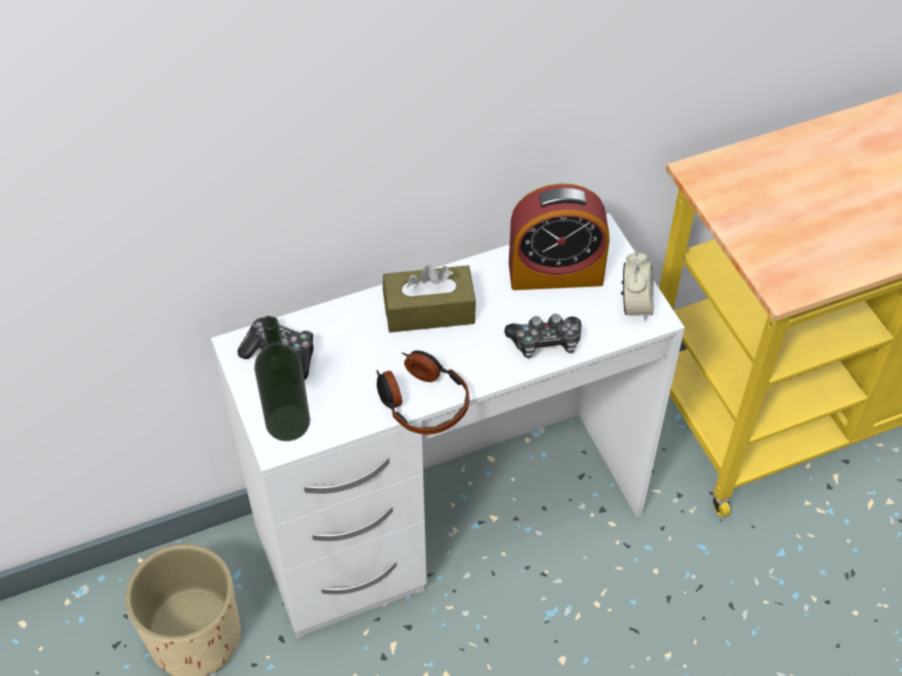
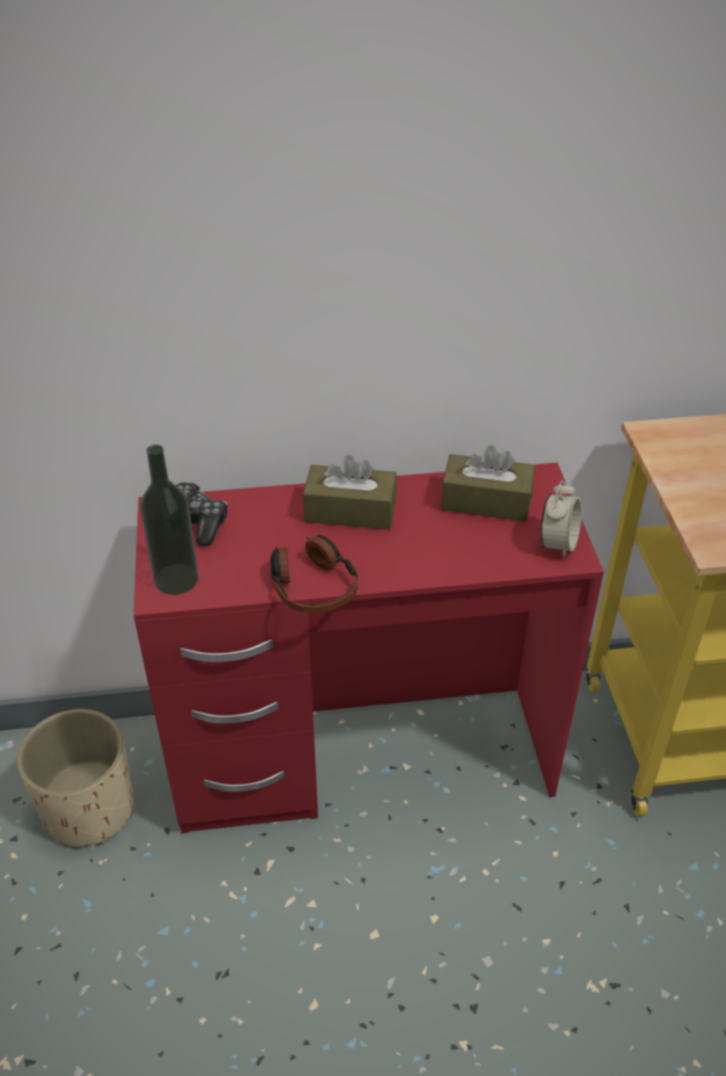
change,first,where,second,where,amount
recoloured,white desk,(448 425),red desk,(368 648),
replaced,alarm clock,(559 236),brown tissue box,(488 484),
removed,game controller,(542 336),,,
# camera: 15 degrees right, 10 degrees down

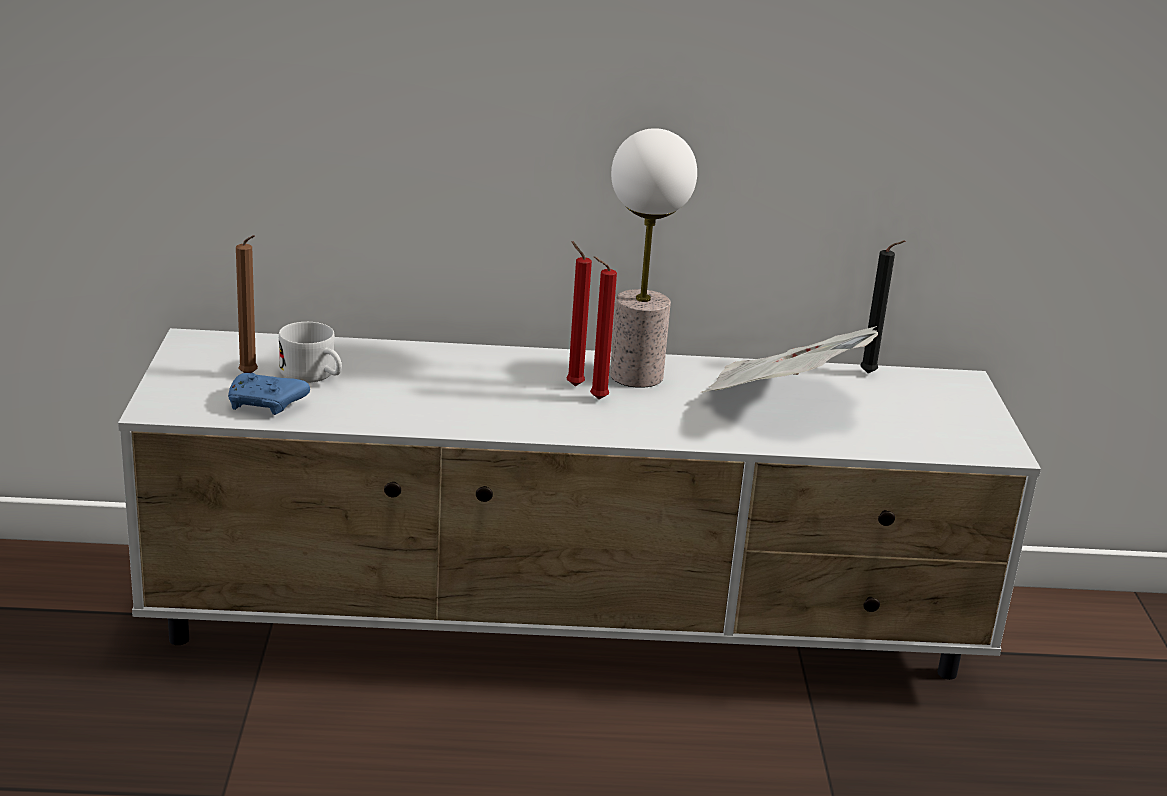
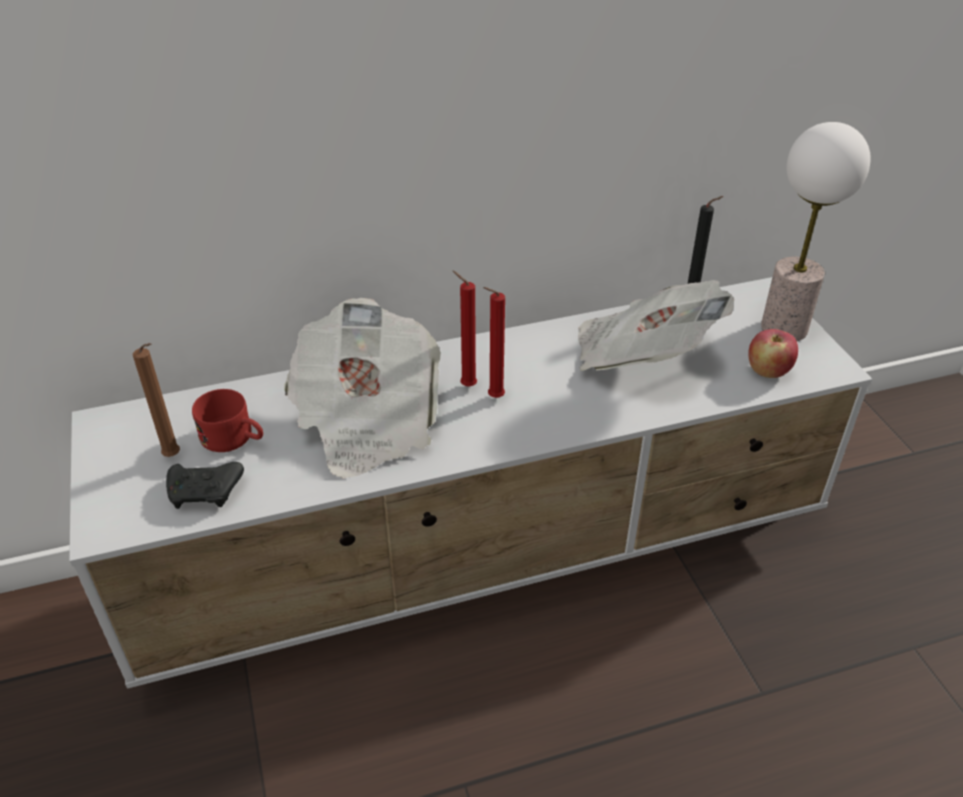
change,first,where,second,where,amount
recoloured,blue game controller,(269 394),black game controller,(205 485),
recoloured,white mug,(310 352),red mug,(227 420),
added,,,newspaper,(362 388),
added,,,apple,(773 353),
moved,table lamp,(653 258),,(816 231),
# camera: 15 degrees left, 15 degrees up

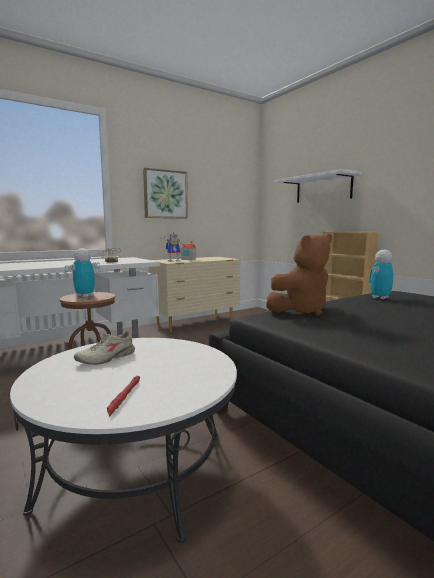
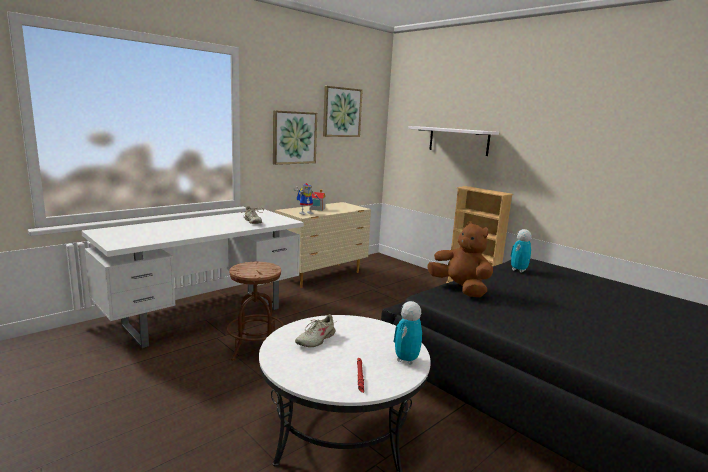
change,first,where,second,where,amount
added,,,picture,(343 111),
moved,toy robot,(82 272),,(408 333),
turned,brown plush toy,(299 274),,(460 259),90 degrees counterclockwise
# camera: 10 degrees left, 5 degrees up

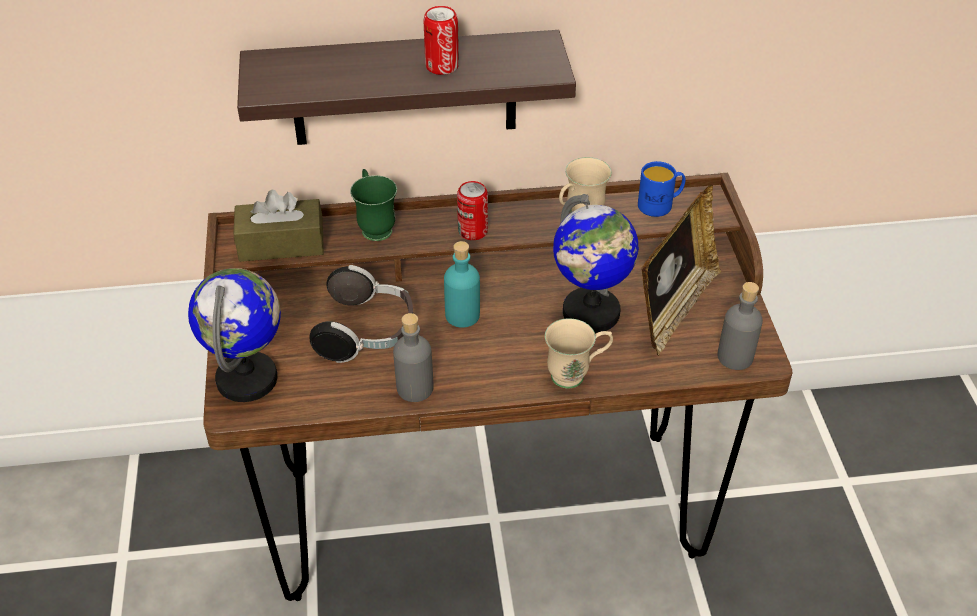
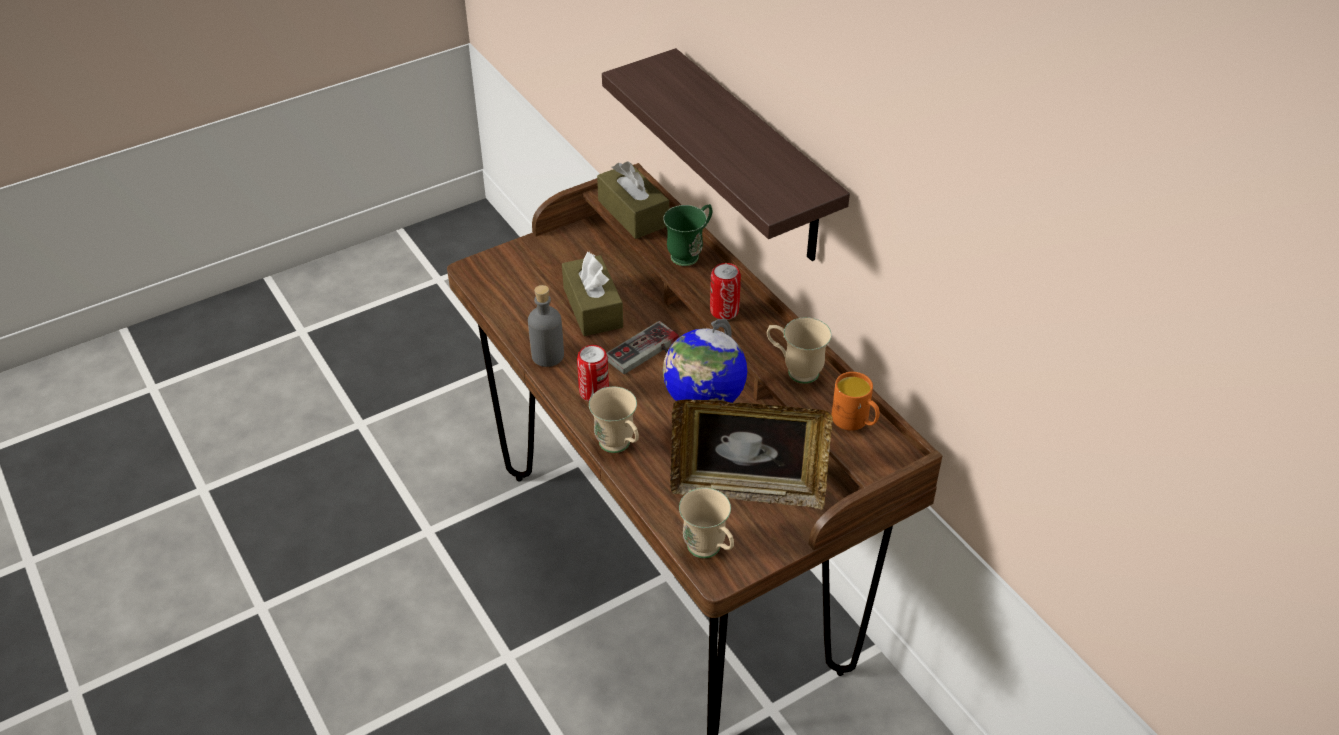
change,first,where,second,where,amount
replaced,headphones,(361 314),brown tissue box,(592 294),
moved,can,(441 40),,(593 373),
replaced,turquoise bottle,(462 284),game controller,(642 347),
replaced,grey bottle,(740 326),beige mug,(706 523),
recoloured,blue mug,(661 189),orange mug,(855 401),
removed,globe,(234 335),,,
# camera: 65 degrees right, 0 degrees up

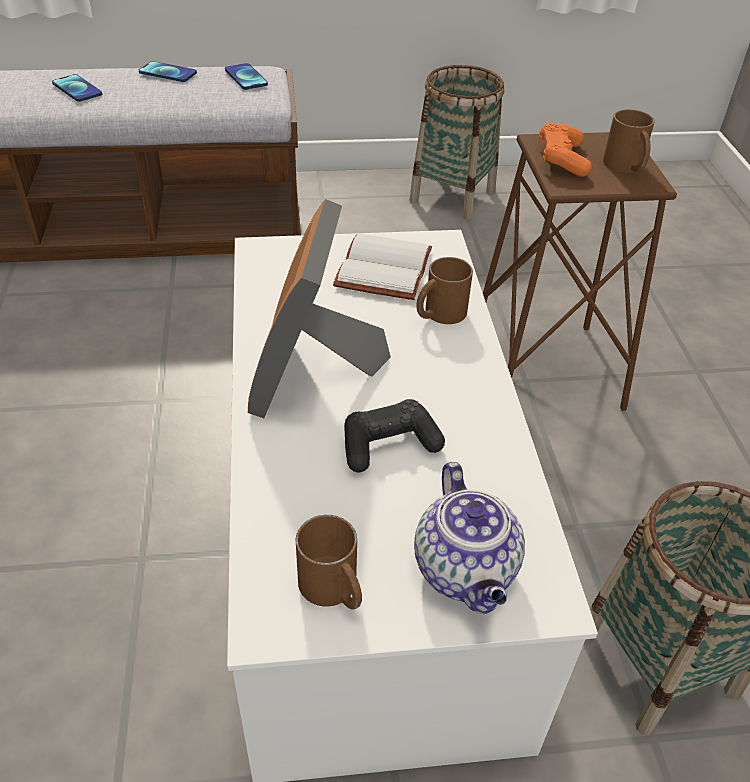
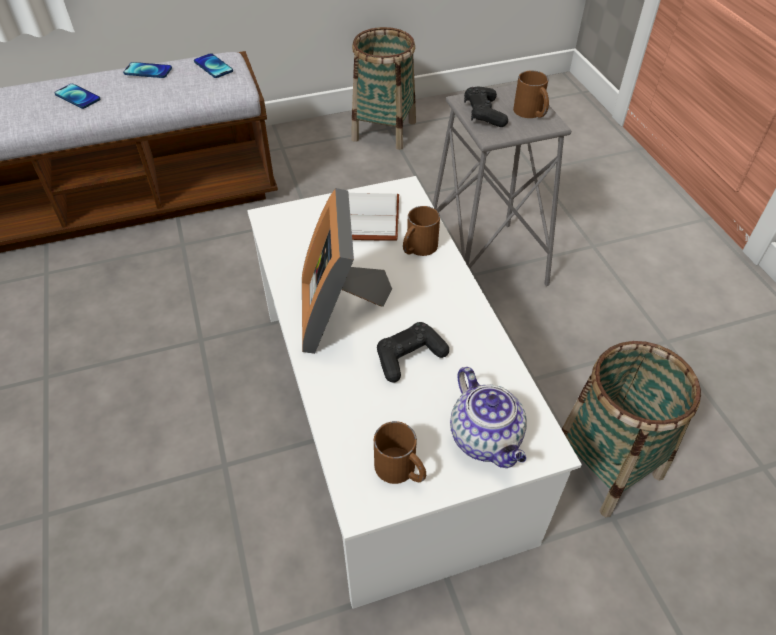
change,first,where,second,where,amount
recoloured,brown stool,(580 271),grey stool,(502 185),
recoloured,orange game controller,(565 150),black game controller,(486 107),
# camera: 10 degrees left, 5 degrees up

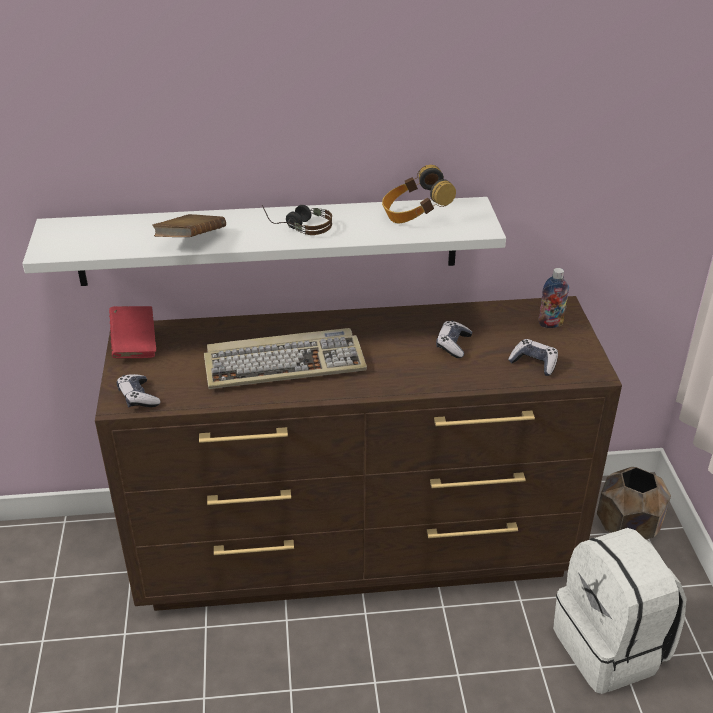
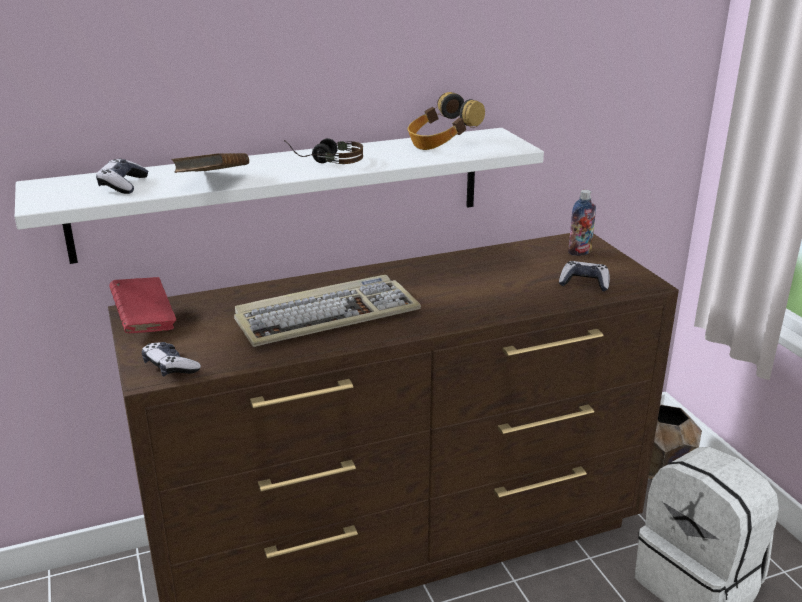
change,first,where,second,where,amount
moved,game controller,(454 339),,(122 176),
# camera: 15 degrees left, 10 degrees down

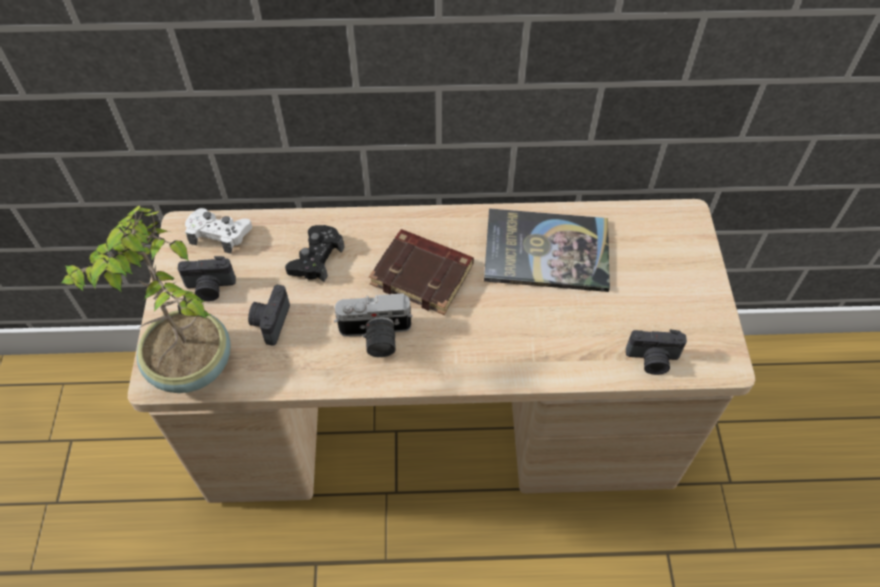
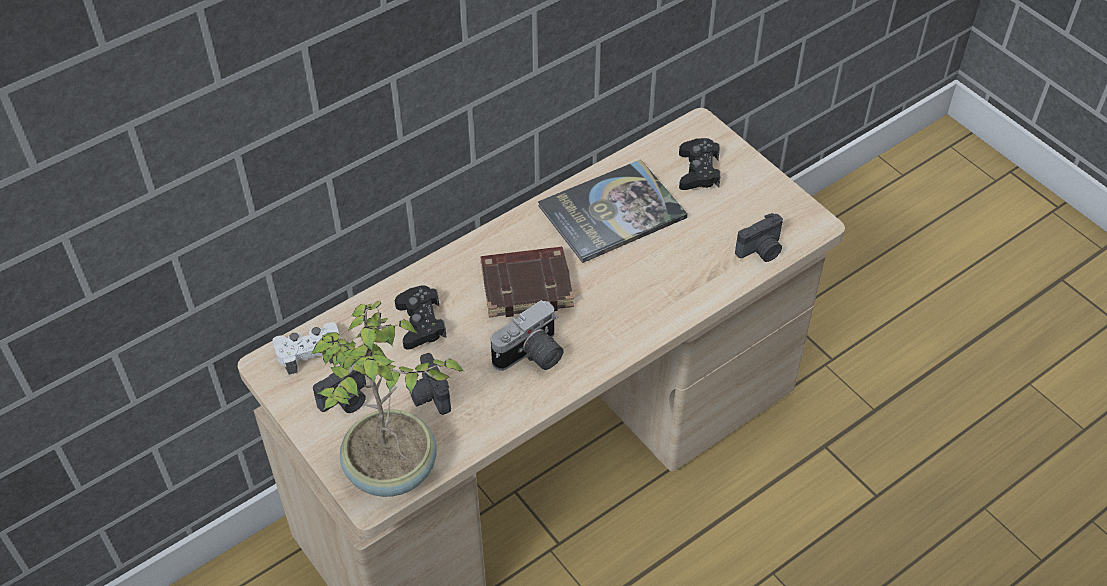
change,first,where,second,where,amount
added,,,black game controller,(700 164),
# camera: 35 degrees left, 5 degrees down

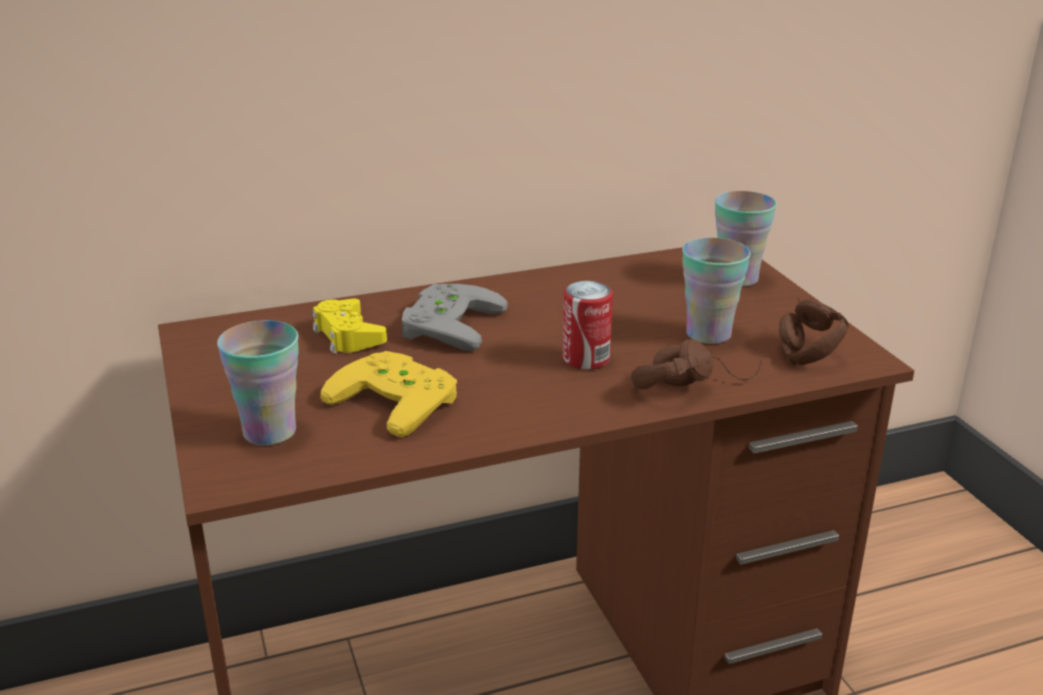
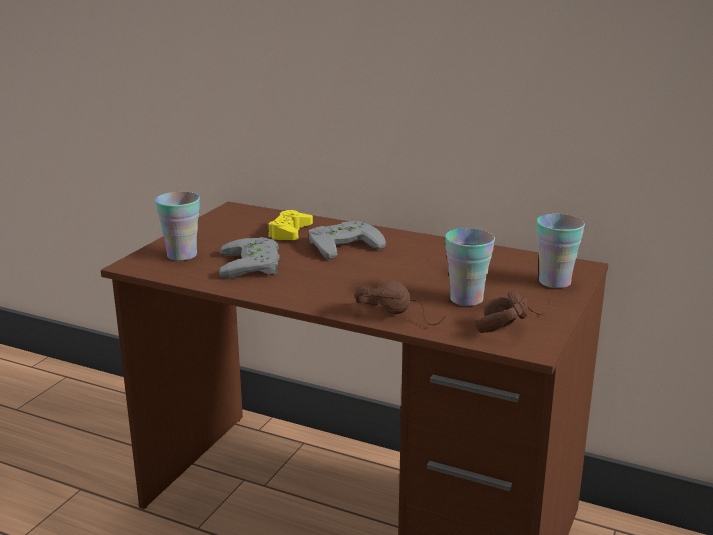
change,first,where,second,where,amount
recoloured,yellow game controller,(388 394),grey game controller,(249 258),
removed,can,(587 325),,,
# camera: 45 degrees right, 5 degrees down

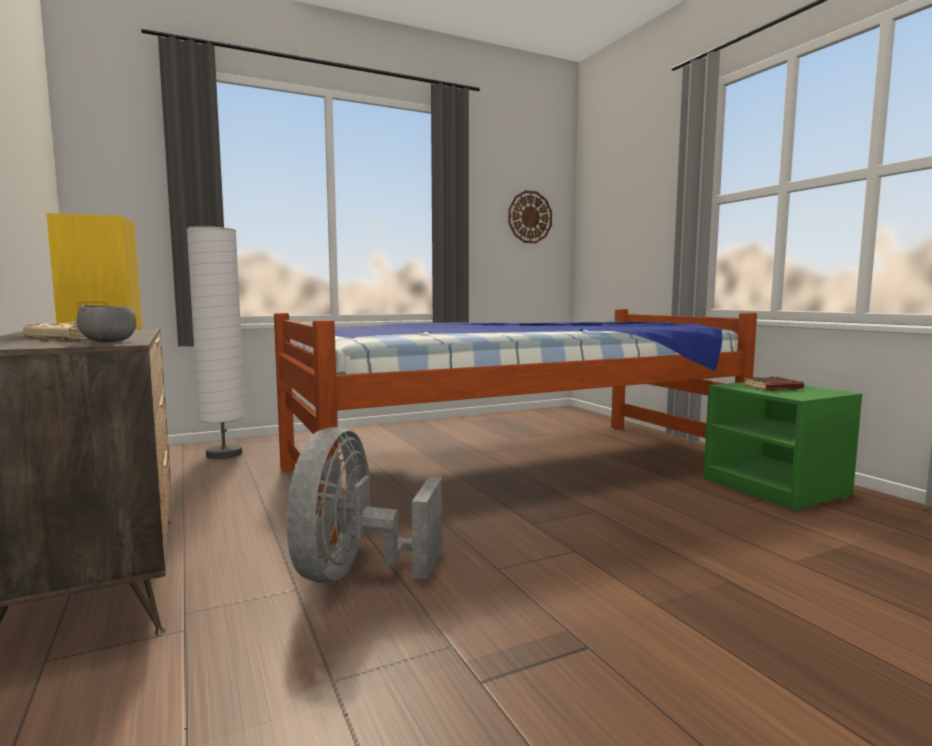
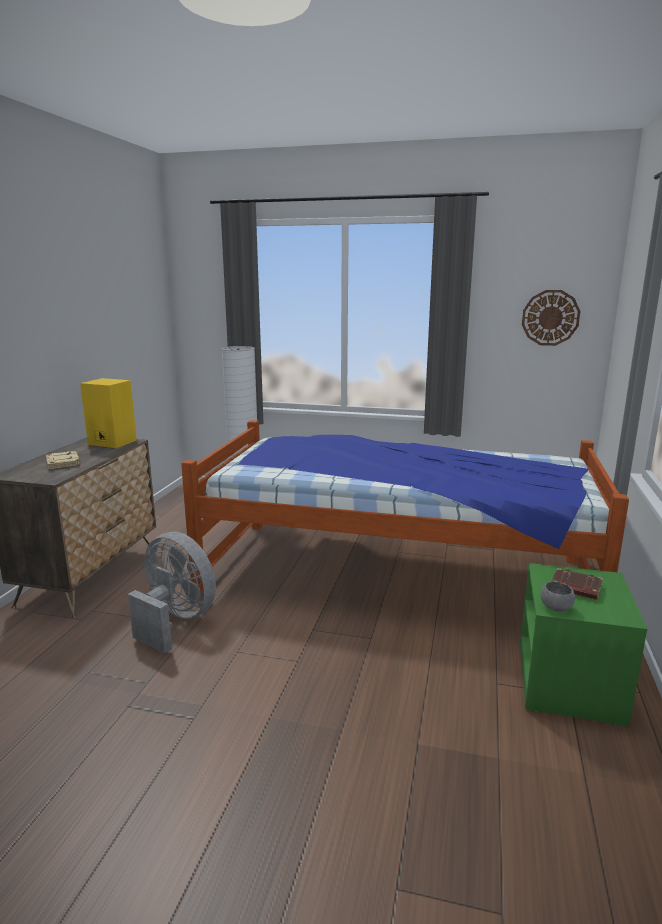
change,first,where,second,where,amount
turned,grey fan,(364 505),,(172 592),75 degrees clockwise
moved,grey bowl,(107 323),,(557 596),
# camera: 40 degrees right, 10 degrees up

